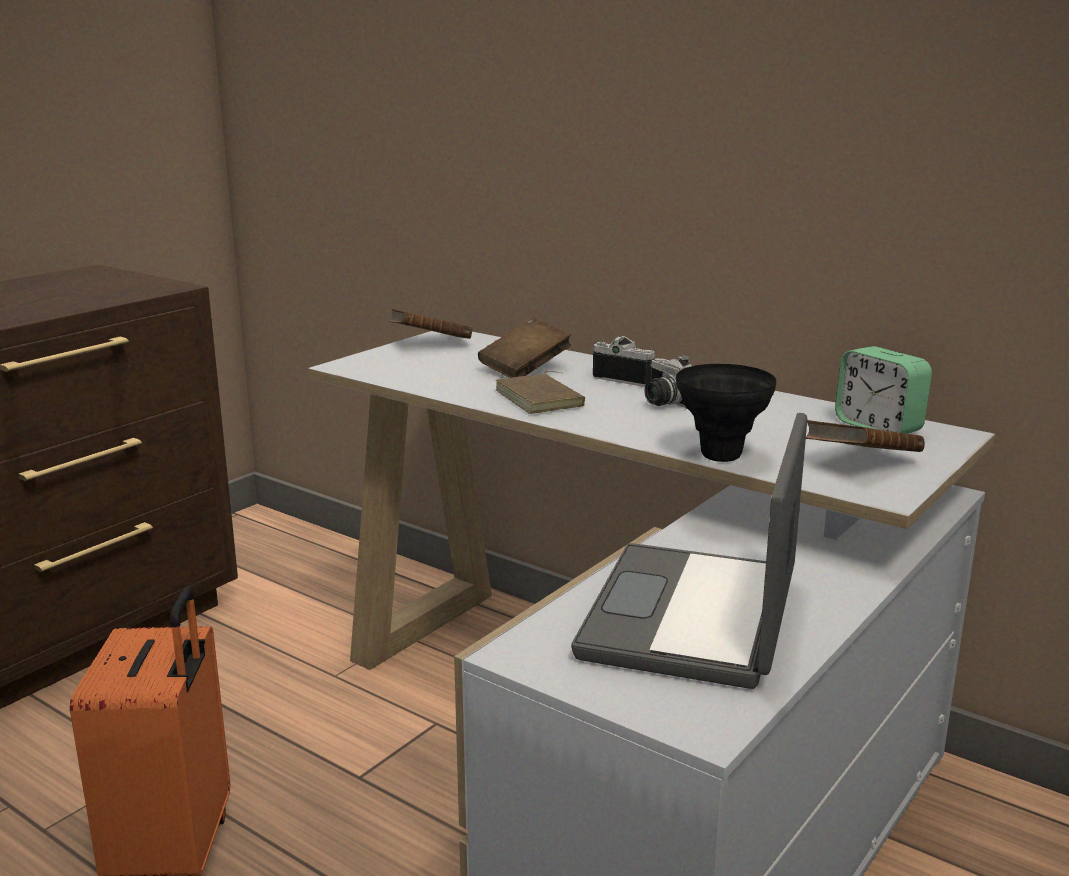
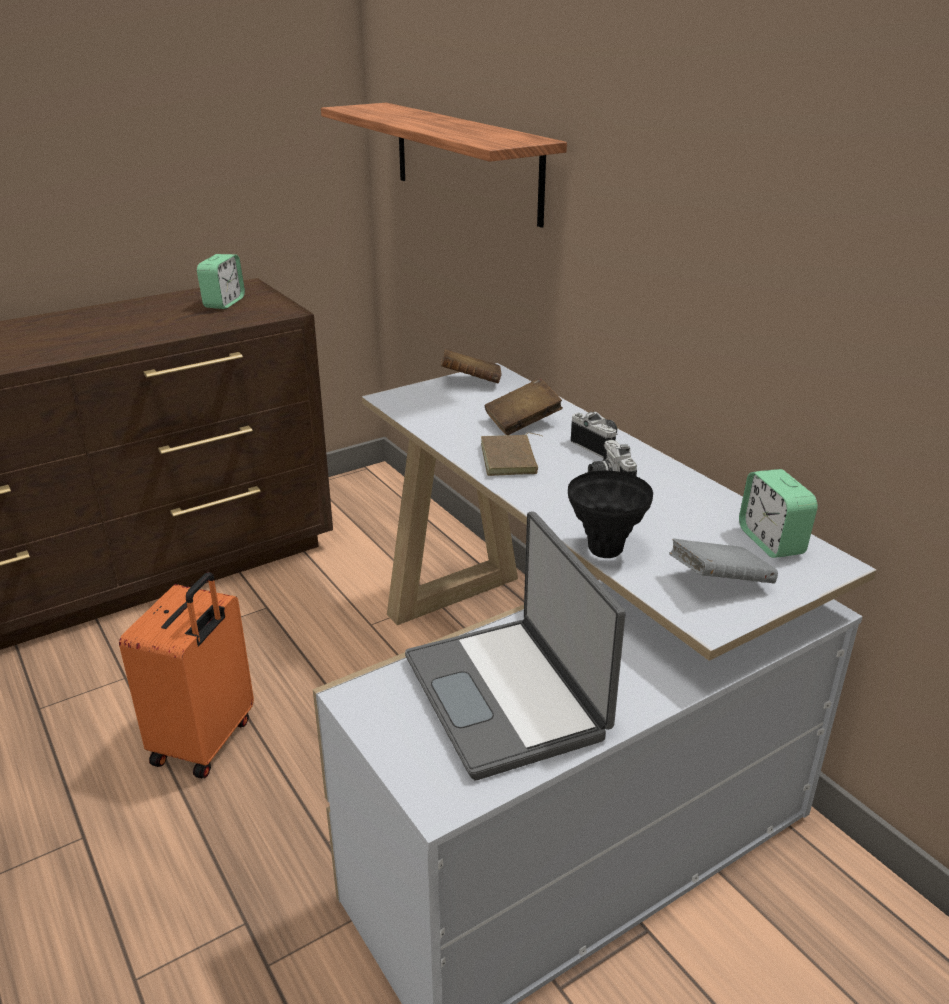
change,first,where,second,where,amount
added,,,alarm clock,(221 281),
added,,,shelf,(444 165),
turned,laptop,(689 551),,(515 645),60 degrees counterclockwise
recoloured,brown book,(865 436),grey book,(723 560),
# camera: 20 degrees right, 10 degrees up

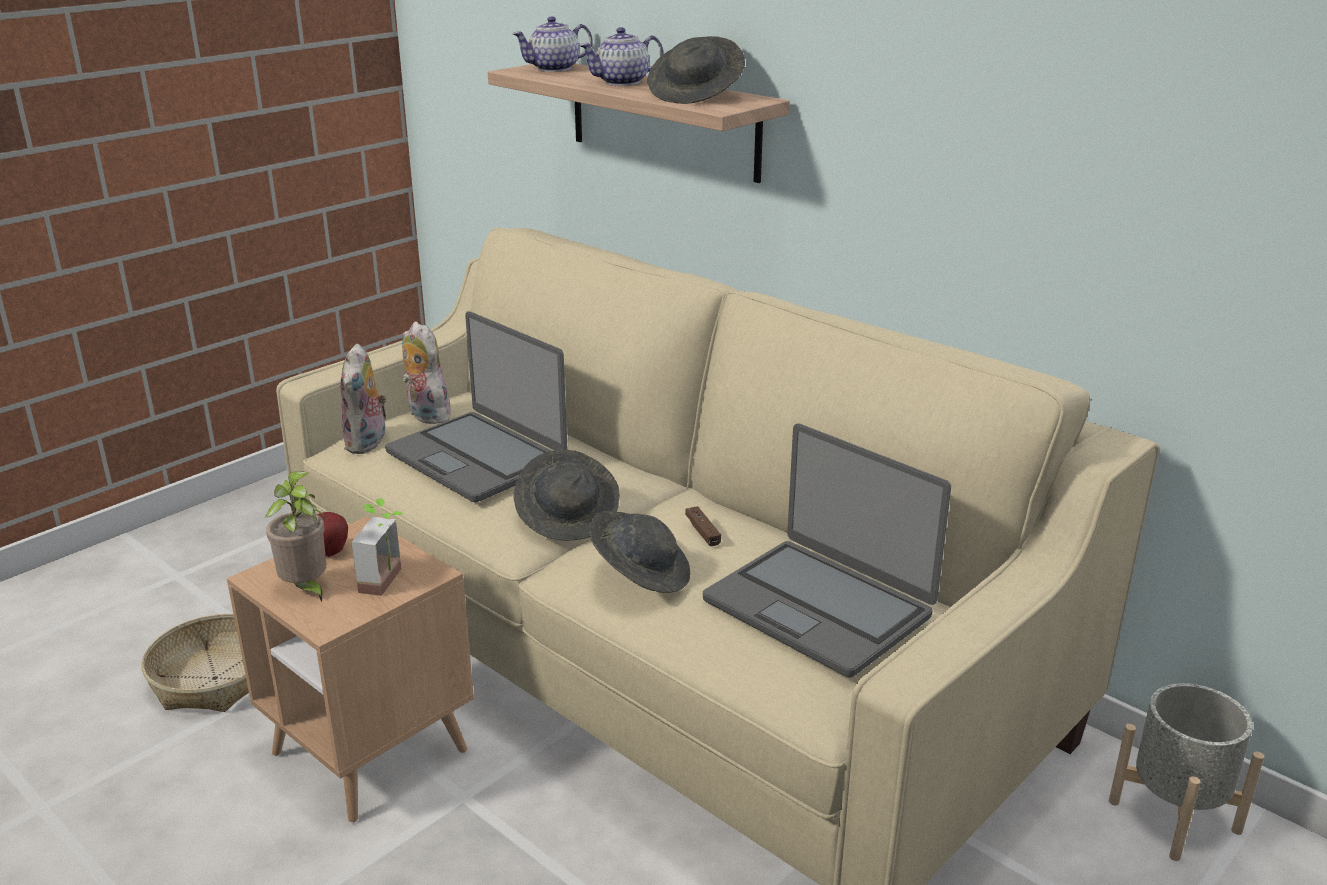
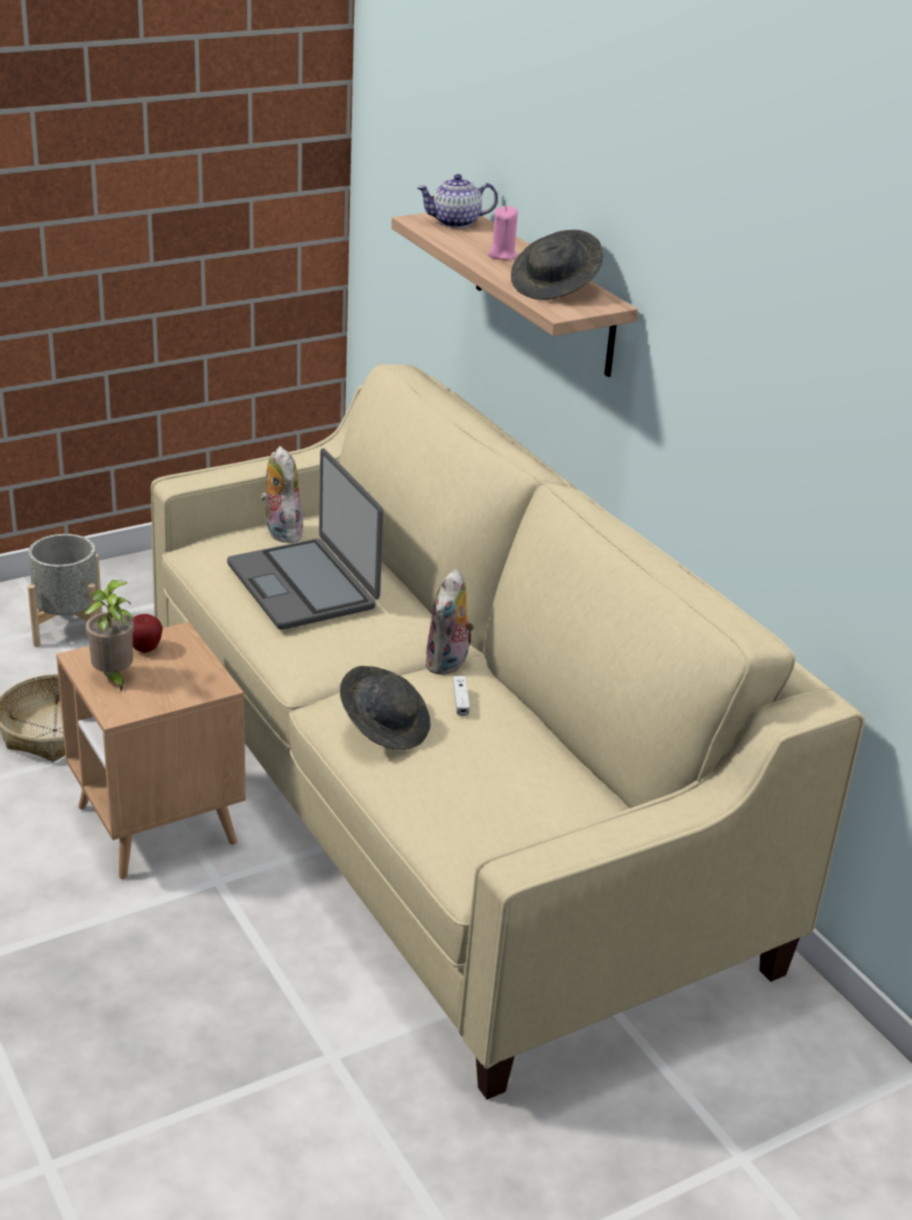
change,first,where,second,where,amount
moved,grey planter,(1186 772),,(65 590),
moved,plush toy,(363 399),,(449 622),
recoloured,brown game controller,(703 526),white game controller,(461 696),
replaced,teapot,(621 56),pink candle,(503 233),
removed,potted plant,(377 547),,,
removed,grey hat,(566 495),,,
removed,laptop,(827 550),,,
# camera: 15 degrees right, 5 degrees up

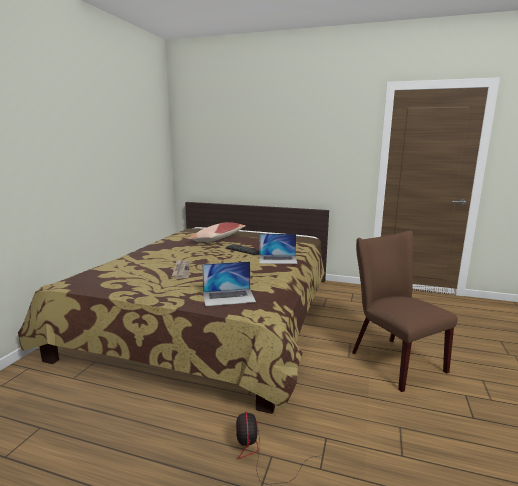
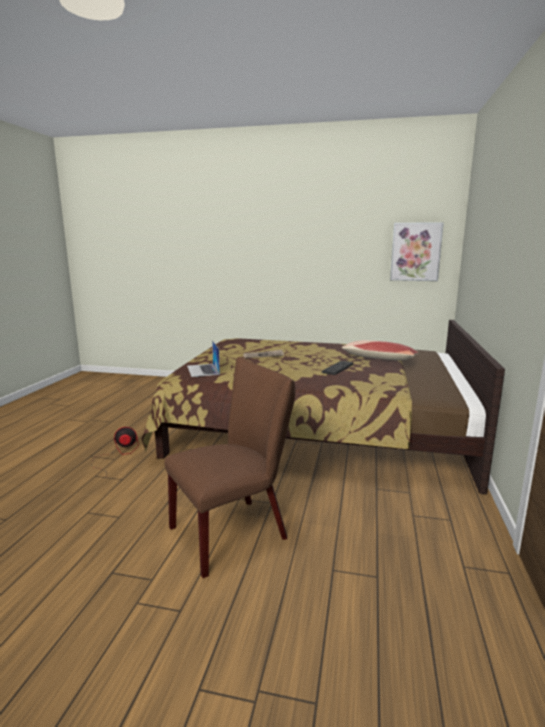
change,first,where,second,where,amount
added,,,picture,(417 251),
removed,laptop,(278 249),,,
# camera: 85 degrees right, 0 degrees up

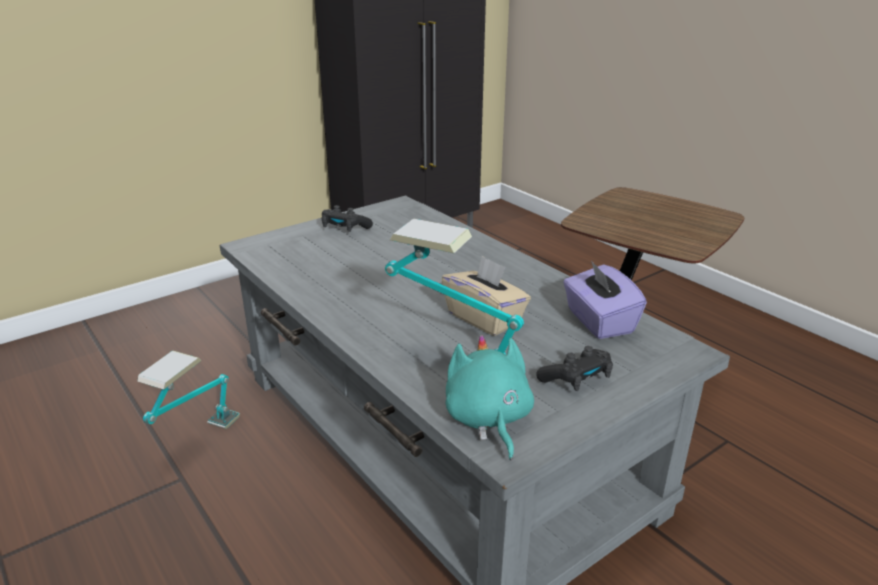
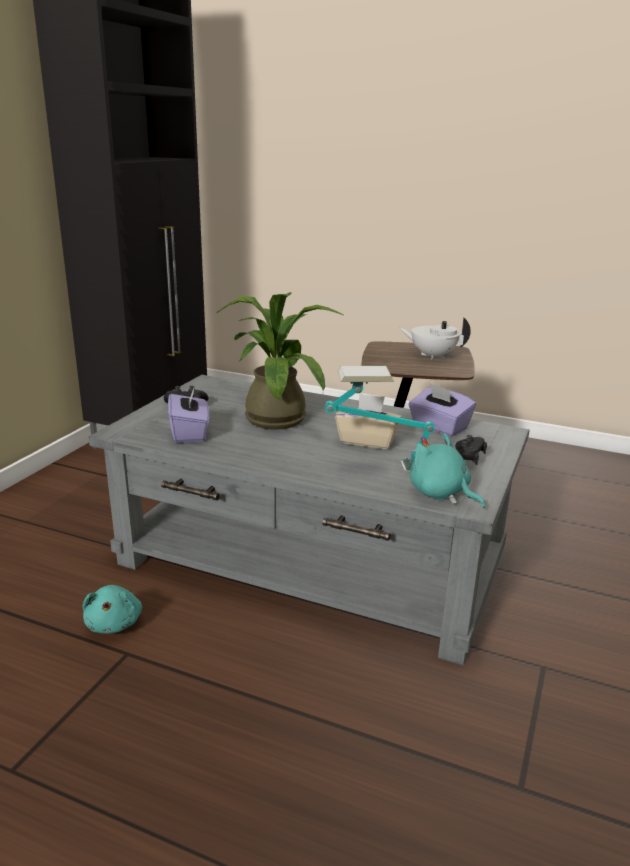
change,first,where,second,where,amount
replaced,table lamp,(188 389),turquoise plush toy,(112 609),
added,,,purple tissue box,(188 414),
added,,,potted plant,(279 361),
added,,,white teapot,(435 338),
# camera: 30 degrees left, 5 degrees down

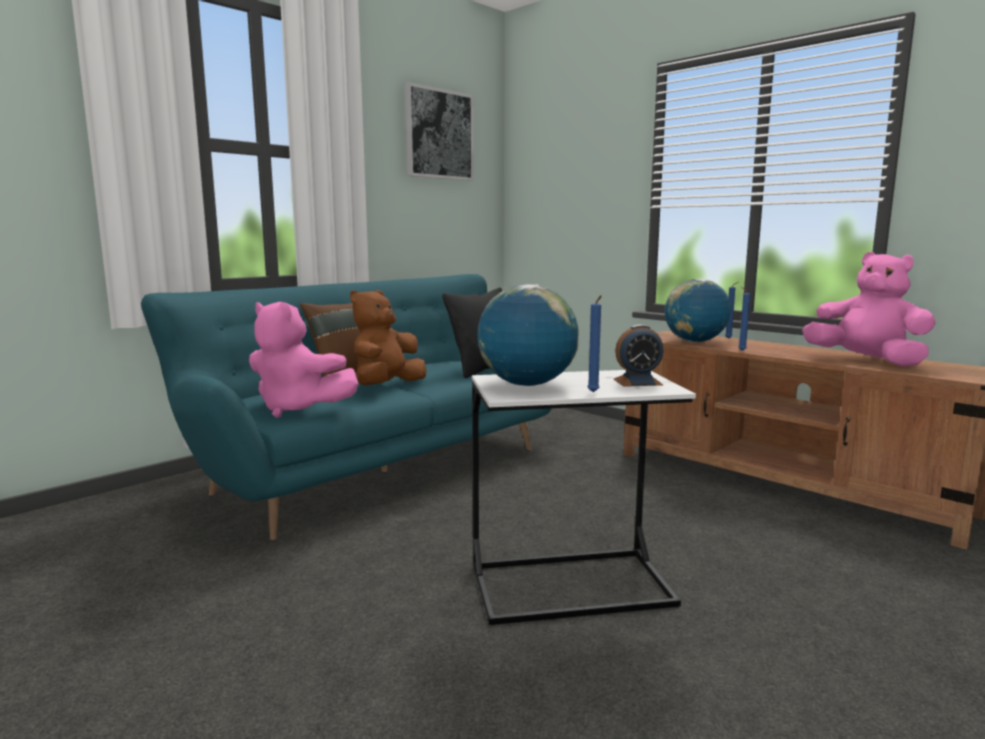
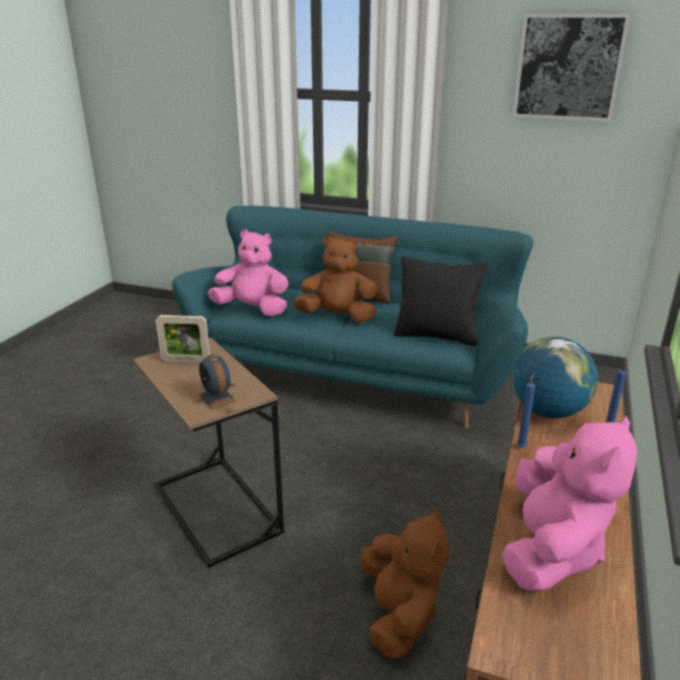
change,first,where,second,where,amount
recoloured,white side table,(584 497),brown side table,(208 453),
replaced,globe,(528 335),picture frame,(183 338),
turned,pink plush toy,(303 360),,(248 272),105 degrees clockwise
added,,,brown plush toy,(404 583),
removed,blue candle,(594 343),,,
# camera: 65 degrees right, 15 degrees up

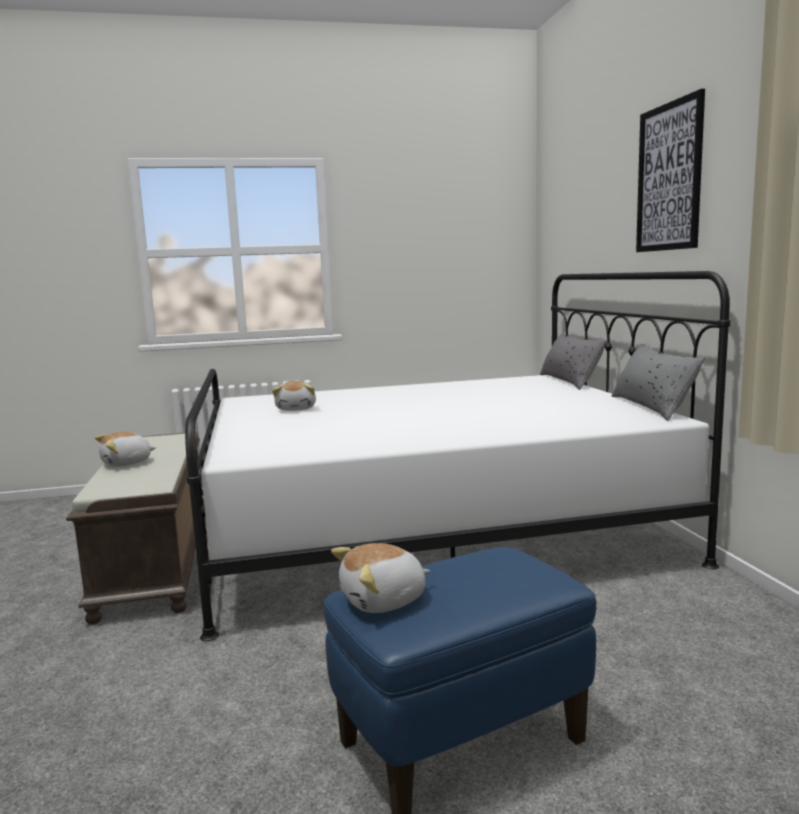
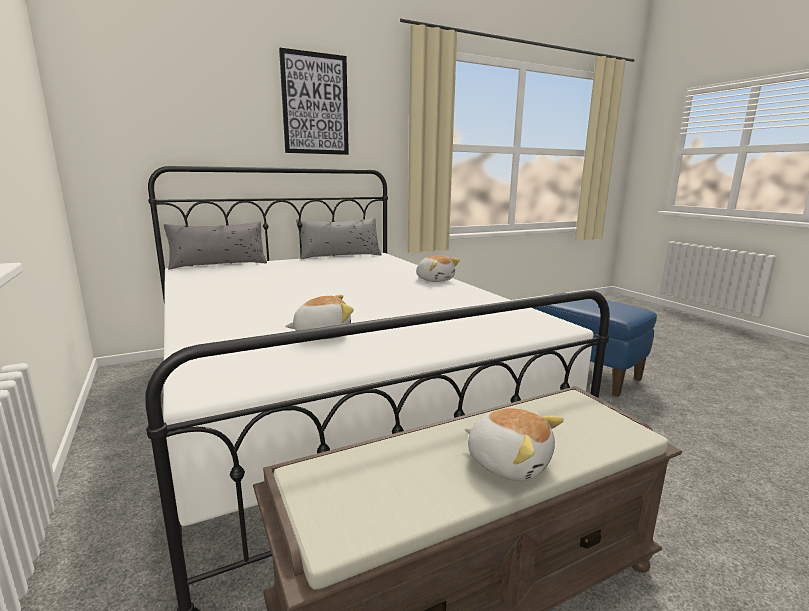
change,first,where,second,where,amount
moved,plush toy,(380 578),,(438 268),
# camera: 105 degrees left, 5 degrees up

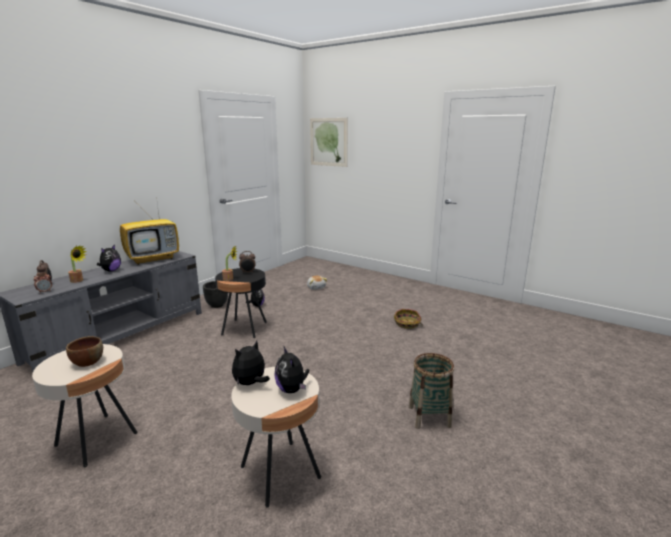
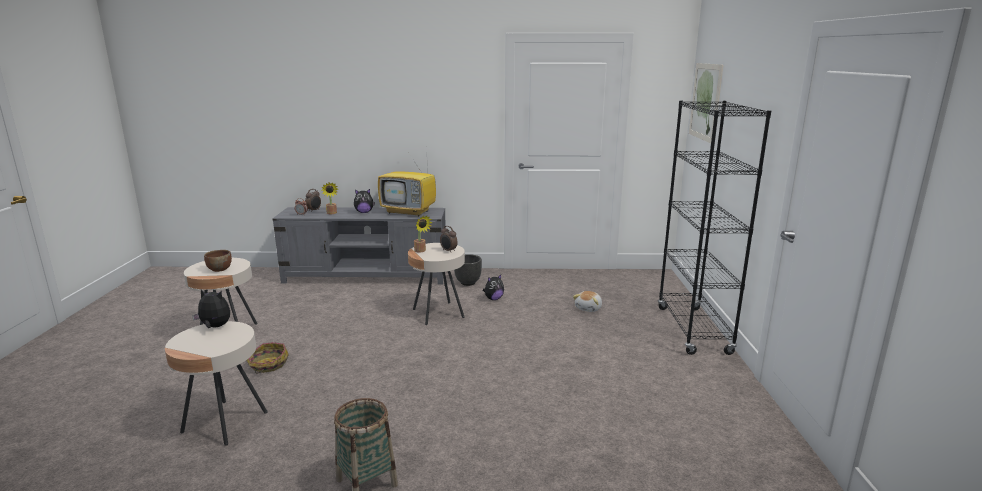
change,first,where,second,where,amount
moved,basket,(408 319),,(267 358),
recoloured,black side table,(241 303),beige side table,(436 284),
added,,,black bookcase,(714 228),
removed,plush toy,(292 370),,,
# camera: 55 degrees right, 0 degrees up

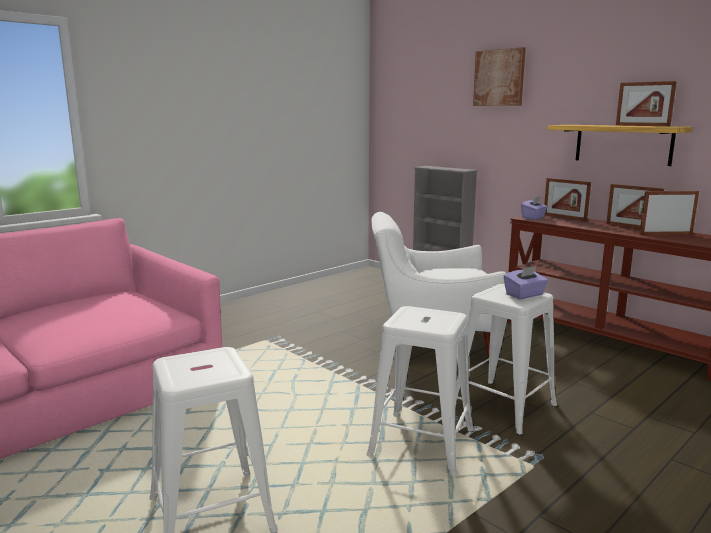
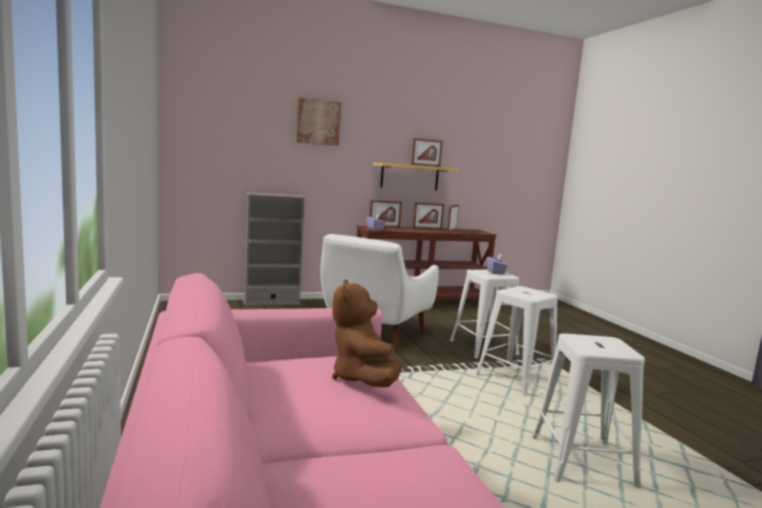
change,first,where,second,where,amount
added,,,brown plush toy,(367 333),
# camera: 65 degrees left, 5 degrees down

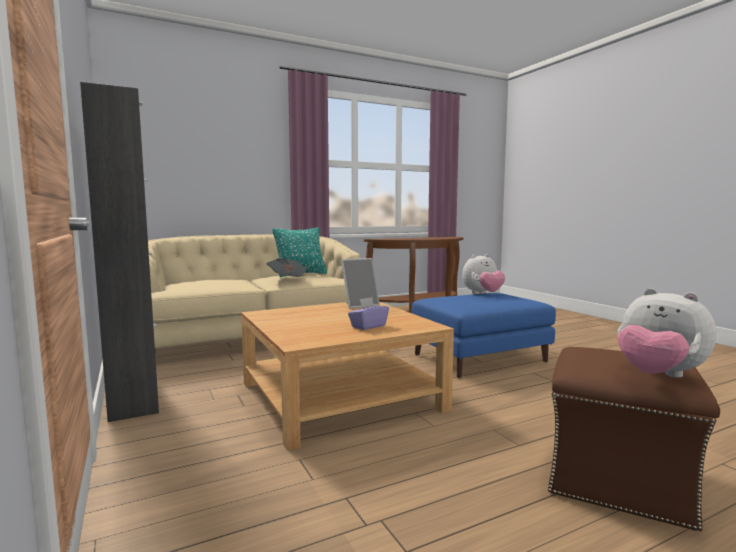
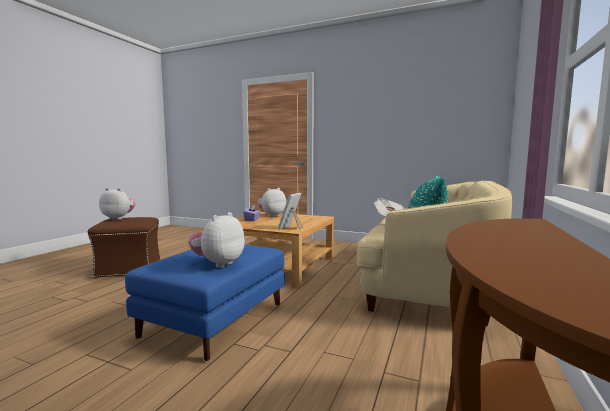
change,first,where,second,where,amount
added,,,plush toy,(271 202),
removed,black cabinet,(119 252),,,
# camera: 140 degrees right, 0 degrees up

